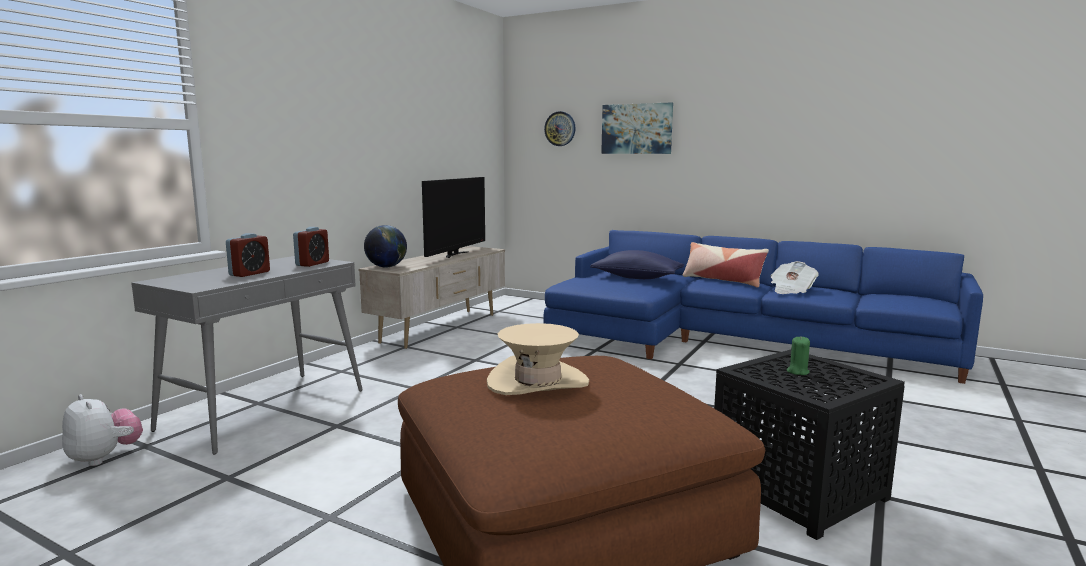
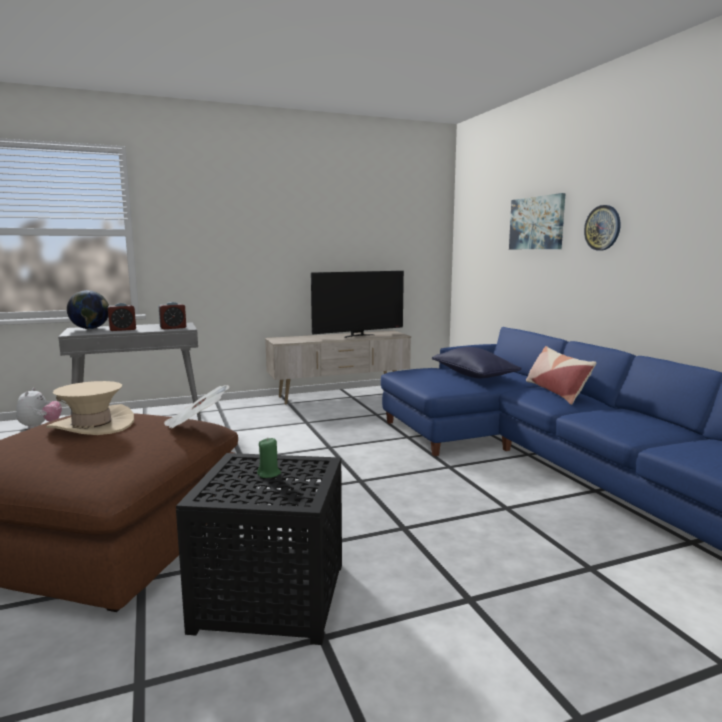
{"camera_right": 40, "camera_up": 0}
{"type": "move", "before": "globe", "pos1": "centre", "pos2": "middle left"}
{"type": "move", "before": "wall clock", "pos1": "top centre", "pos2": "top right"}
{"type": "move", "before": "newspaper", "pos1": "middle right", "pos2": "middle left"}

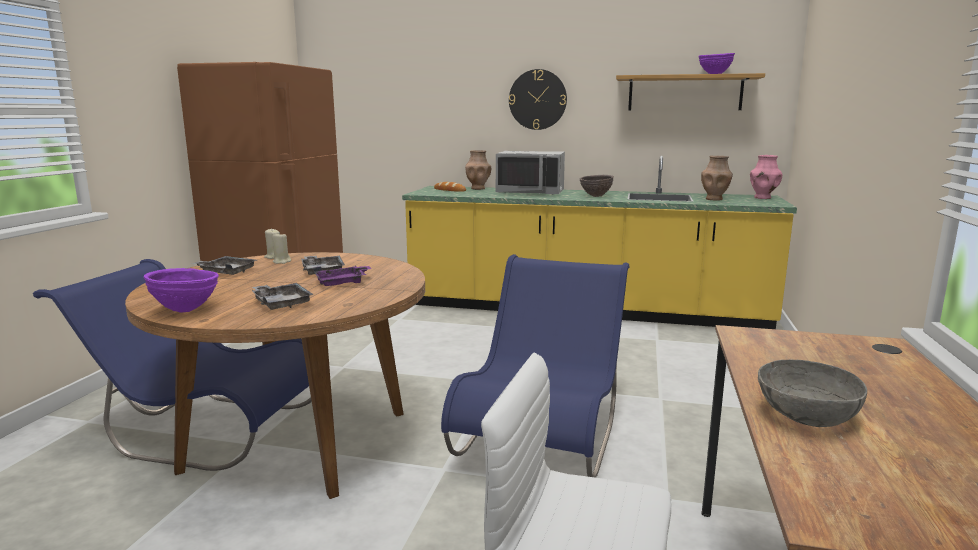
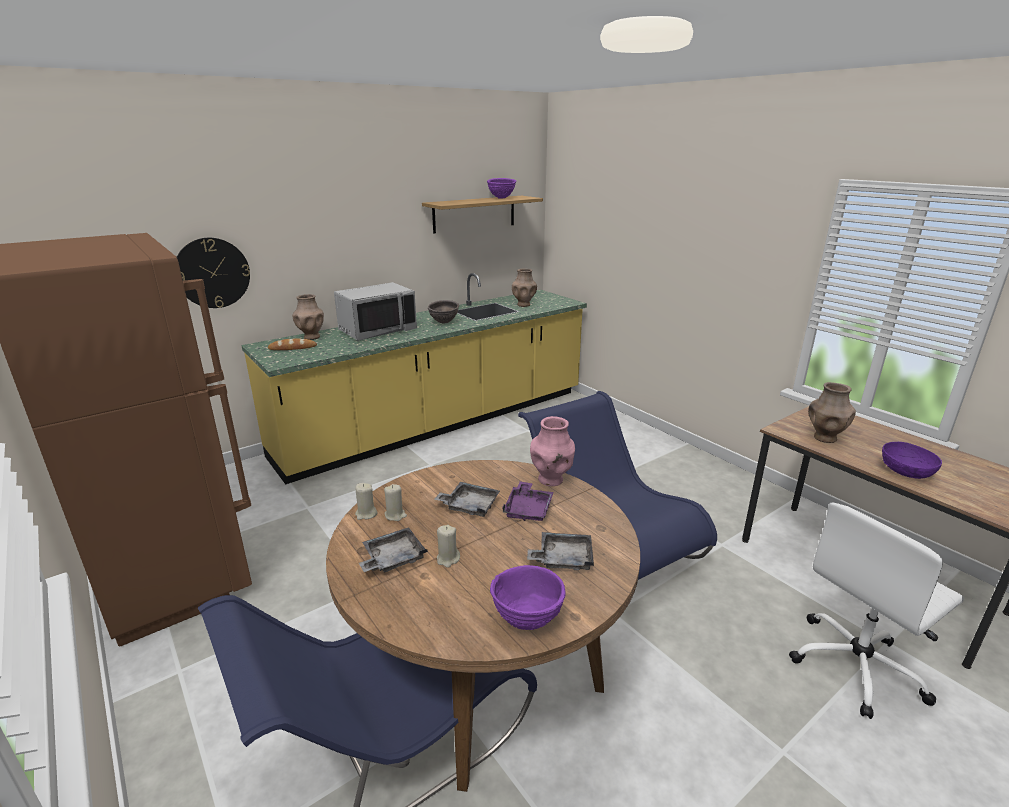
{"camera_right": -50, "camera_up": 10}
{"type": "insert", "after": "beige candle (3rd from left)", "pos2": "bottom centre"}
{"type": "insert", "after": "brown vase (3rd from left)", "pos2": "middle right"}
{"type": "move", "before": "wall clock", "pos1": "top centre", "pos2": "middle left"}
{"type": "move", "before": "pink vase", "pos1": "top right", "pos2": "centre"}
{"type": "recolor", "before": "grey bowl", "after": "purple bowl (3rd from left)", "pos1": "bottom right", "pos2": "middle right"}

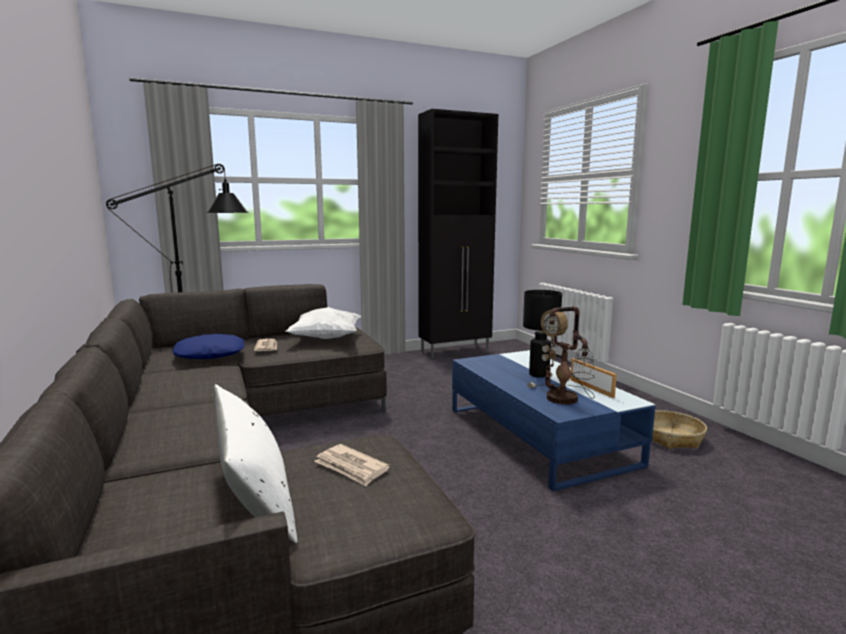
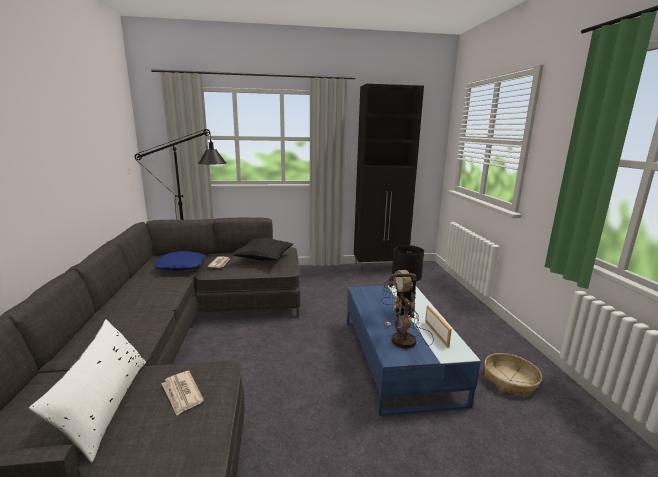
{"camera_right": 15, "camera_up": 5}
{"type": "recolor", "before": "white pillow (2nd from left)", "after": "black pillow", "pos1": "centre", "pos2": "centre"}

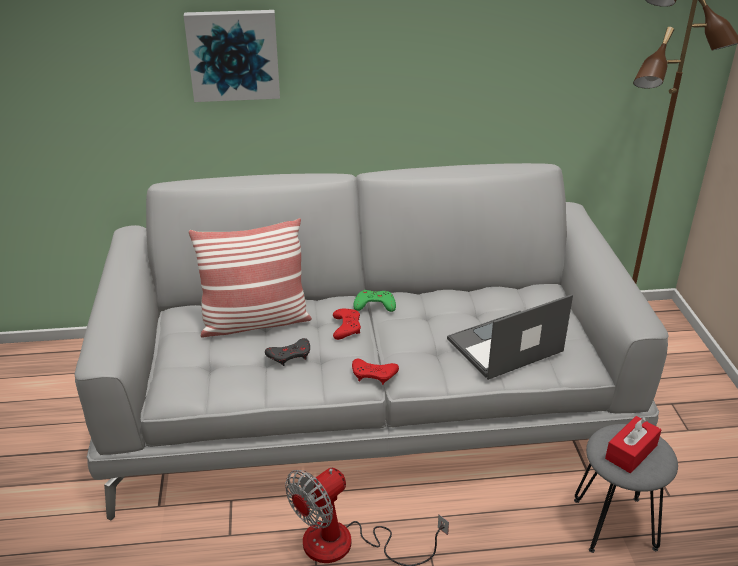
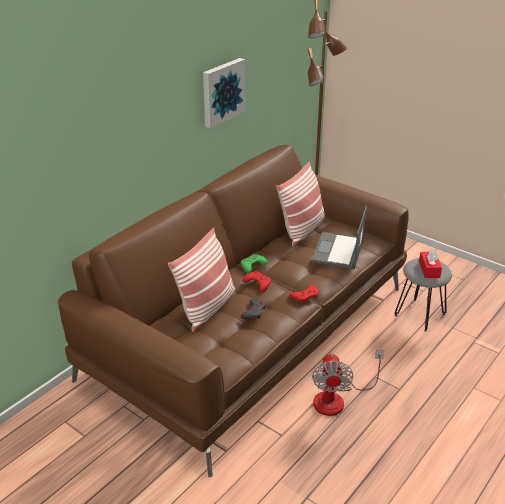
{"camera_right": -45, "camera_up": 0}
{"type": "insert", "after": "pillow (2nd from left)", "pos2": "centre"}
{"type": "move", "before": "picture", "pos1": "top left", "pos2": "top centre"}
{"type": "recolor", "before": "grey sofa", "after": "brown sofa", "pos1": "centre", "pos2": "centre"}

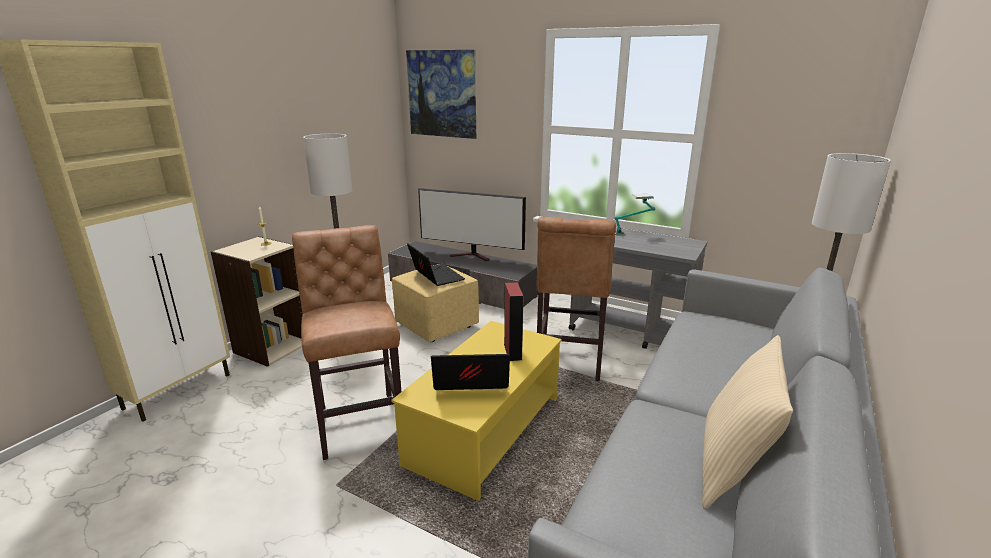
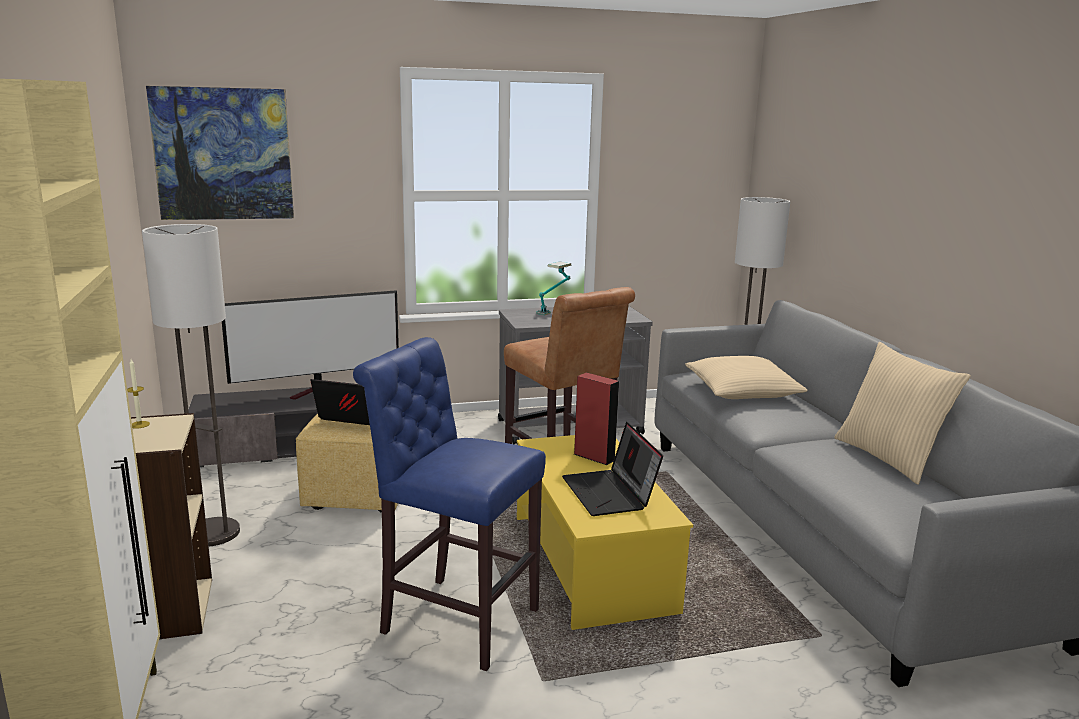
{"camera_right": -45, "camera_up": -5}
{"type": "insert", "after": "beige pillow (1st from left)", "pos2": "middle right"}
{"type": "recolor", "before": "brown stool (1st from left)", "after": "blue stool", "pos1": "centre", "pos2": "bottom centre"}
{"type": "rotate", "before": "laptop (2nd from left)", "pos1": "bottom centre", "pos2": "centre", "turn": -60}

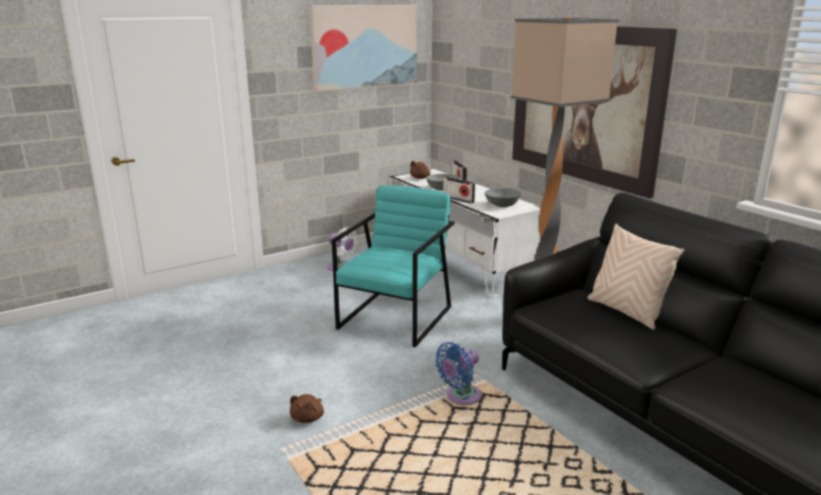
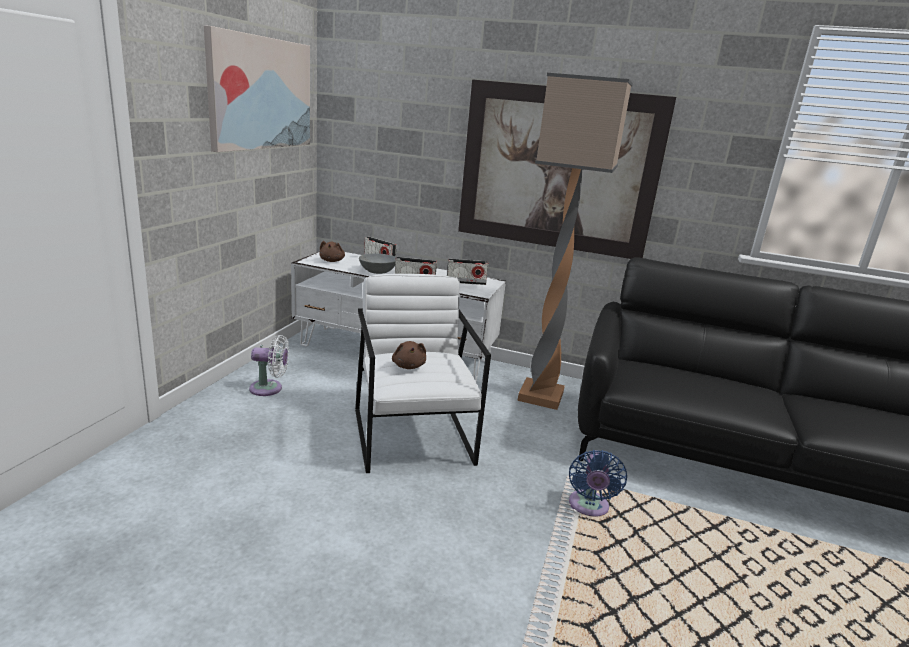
{"camera_right": -40, "camera_up": 0}
{"type": "delete", "before": "beige pillow", "pos1": "middle right"}
{"type": "move", "before": "brown plush toy (1st from left in the first image)", "after": "brown plush toy (2nd from left)", "pos1": "bottom centre", "pos2": "centre"}
{"type": "replace", "before": "grey bowl (2nd from left)", "after": "radio (3rd from left)", "pos1": "centre", "pos2": "centre"}
{"type": "recolor", "before": "turquoise armchair", "after": "white armchair", "pos1": "centre", "pos2": "centre"}

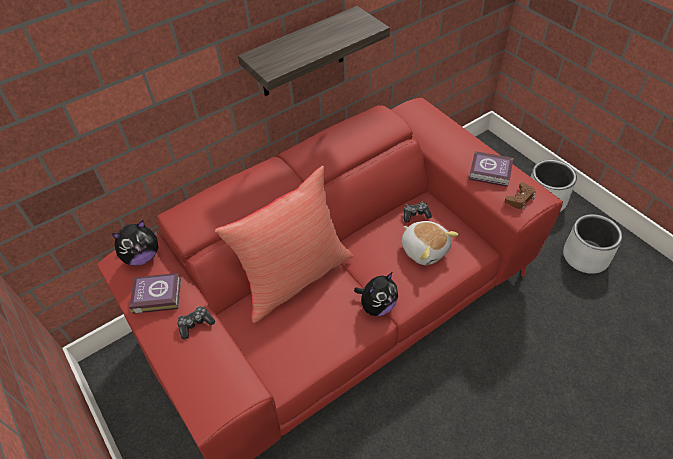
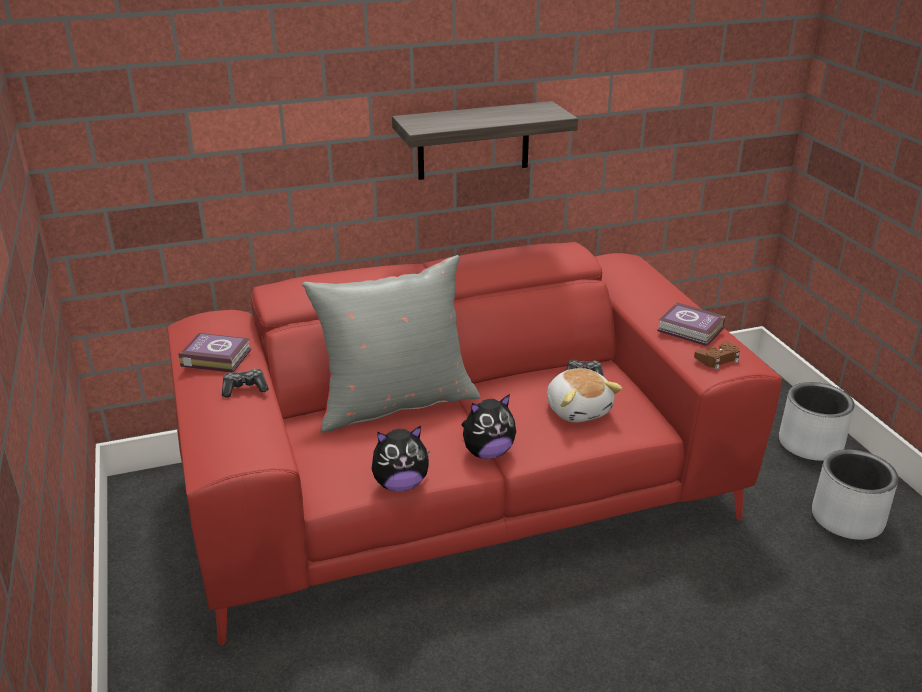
{"camera_right": 15, "camera_up": -20}
{"type": "move", "before": "plush toy (1st from left)", "pos1": "middle left", "pos2": "centre"}
{"type": "recolor", "before": "red pillow", "after": "grey pillow", "pos1": "centre", "pos2": "centre"}

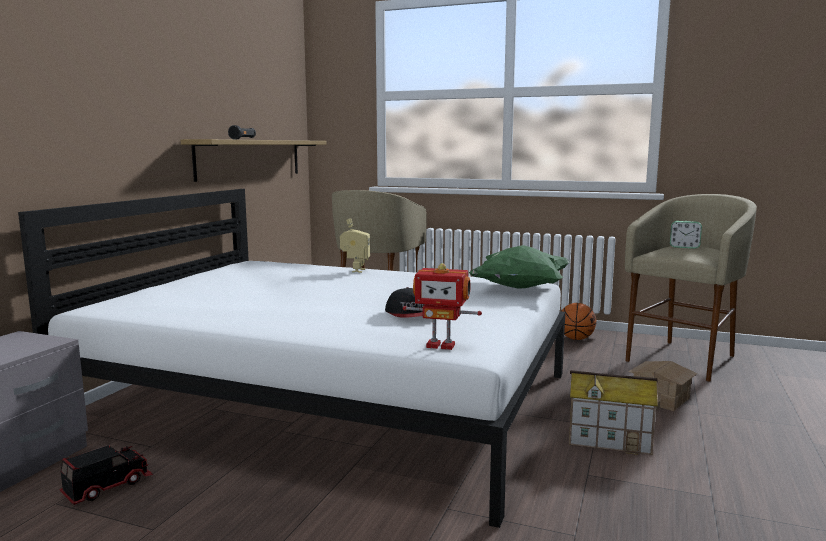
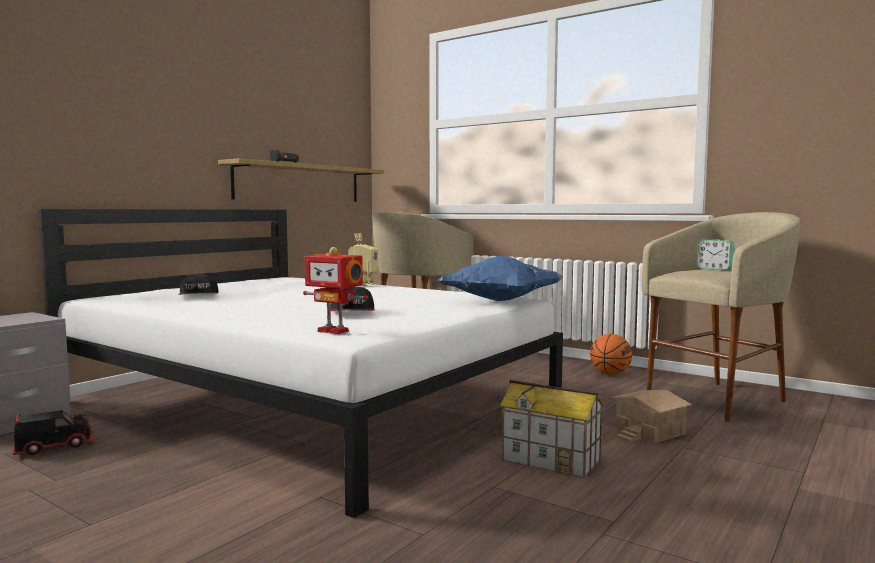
{"camera_right": 15, "camera_up": -5}
{"type": "insert", "after": "cap (1st from left)", "pos2": "middle left"}
{"type": "recolor", "before": "green pillow", "after": "blue pillow", "pos1": "centre", "pos2": "centre"}

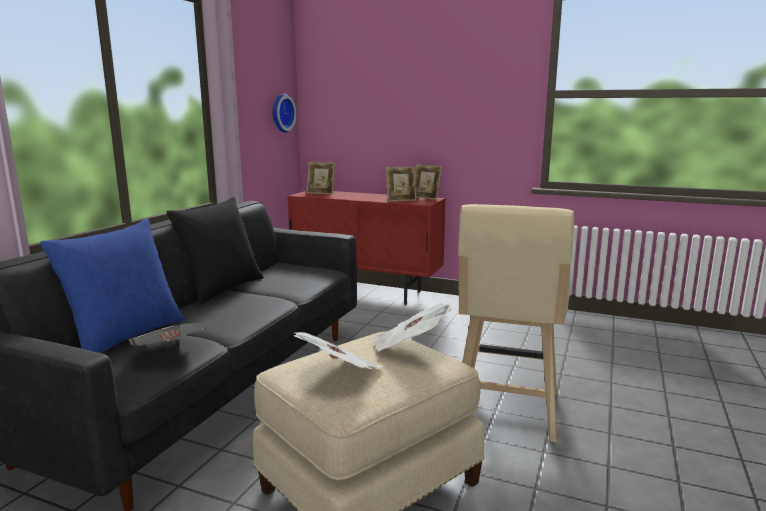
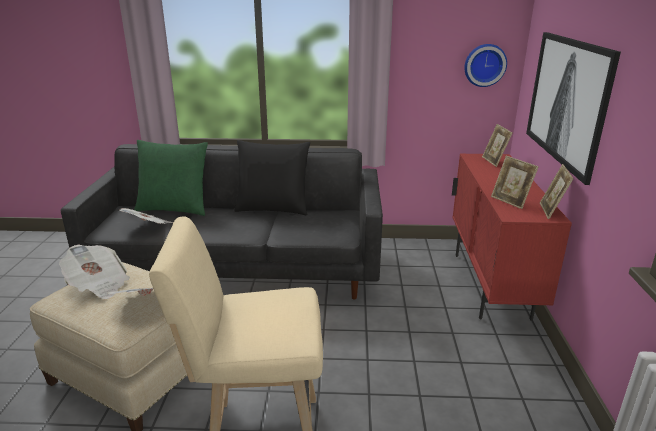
{"camera_right": 70, "camera_up": 10}
{"type": "insert", "after": "picture", "pos2": "top right"}
{"type": "recolor", "before": "blue pillow", "after": "green pillow", "pos1": "middle left", "pos2": "middle left"}

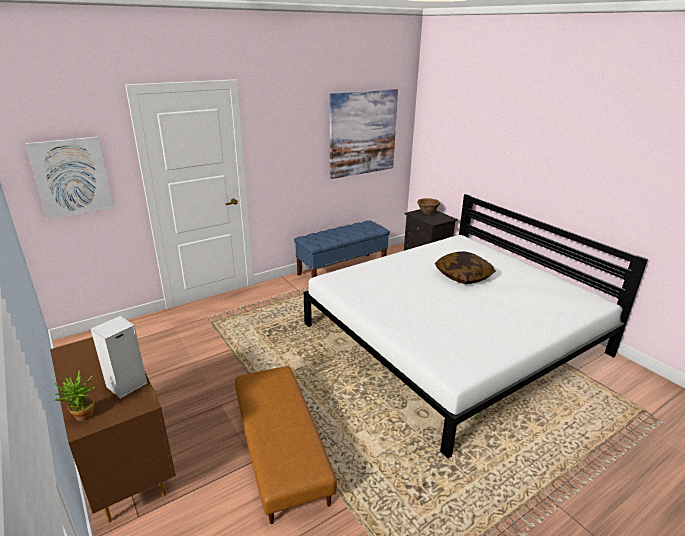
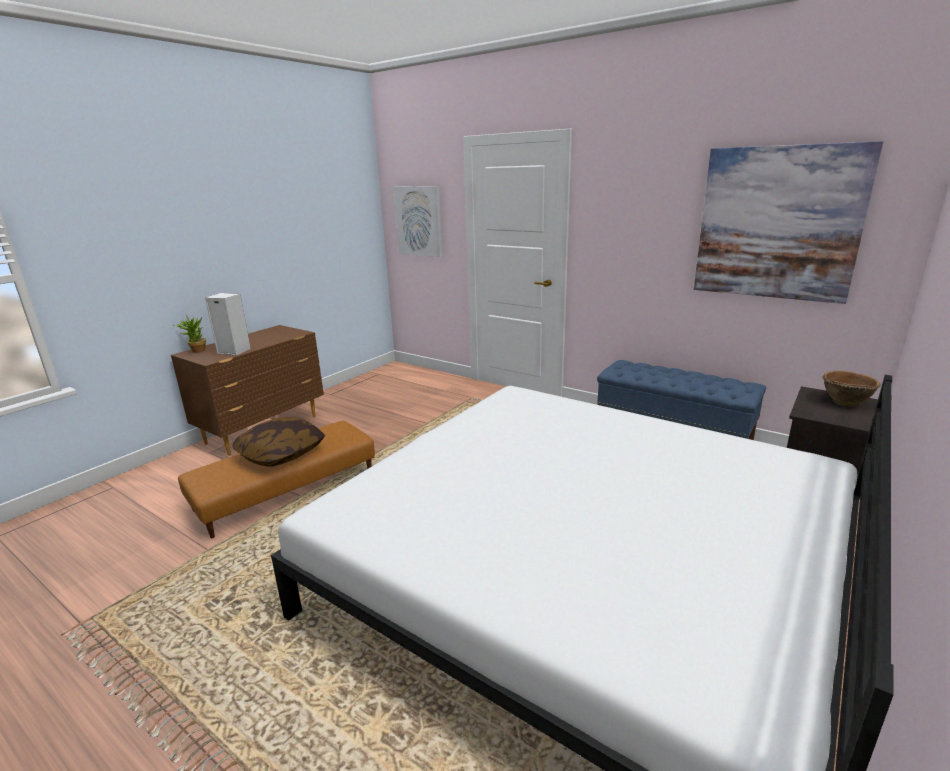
{"camera_right": 70, "camera_up": -5}
{"type": "move", "before": "pillow", "pos1": "middle right", "pos2": "middle left"}

